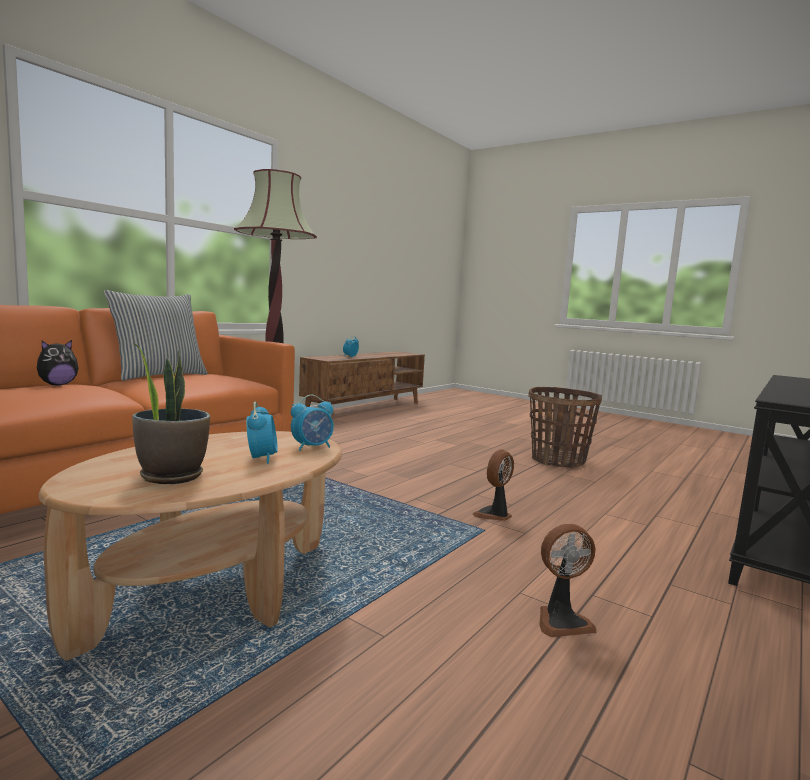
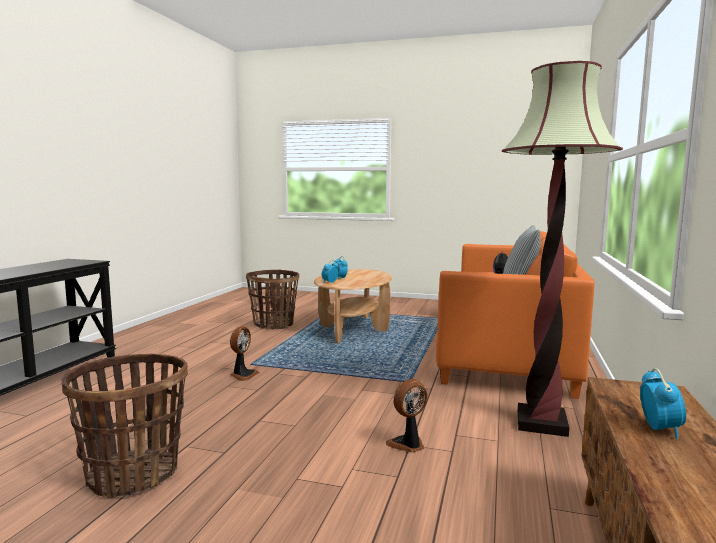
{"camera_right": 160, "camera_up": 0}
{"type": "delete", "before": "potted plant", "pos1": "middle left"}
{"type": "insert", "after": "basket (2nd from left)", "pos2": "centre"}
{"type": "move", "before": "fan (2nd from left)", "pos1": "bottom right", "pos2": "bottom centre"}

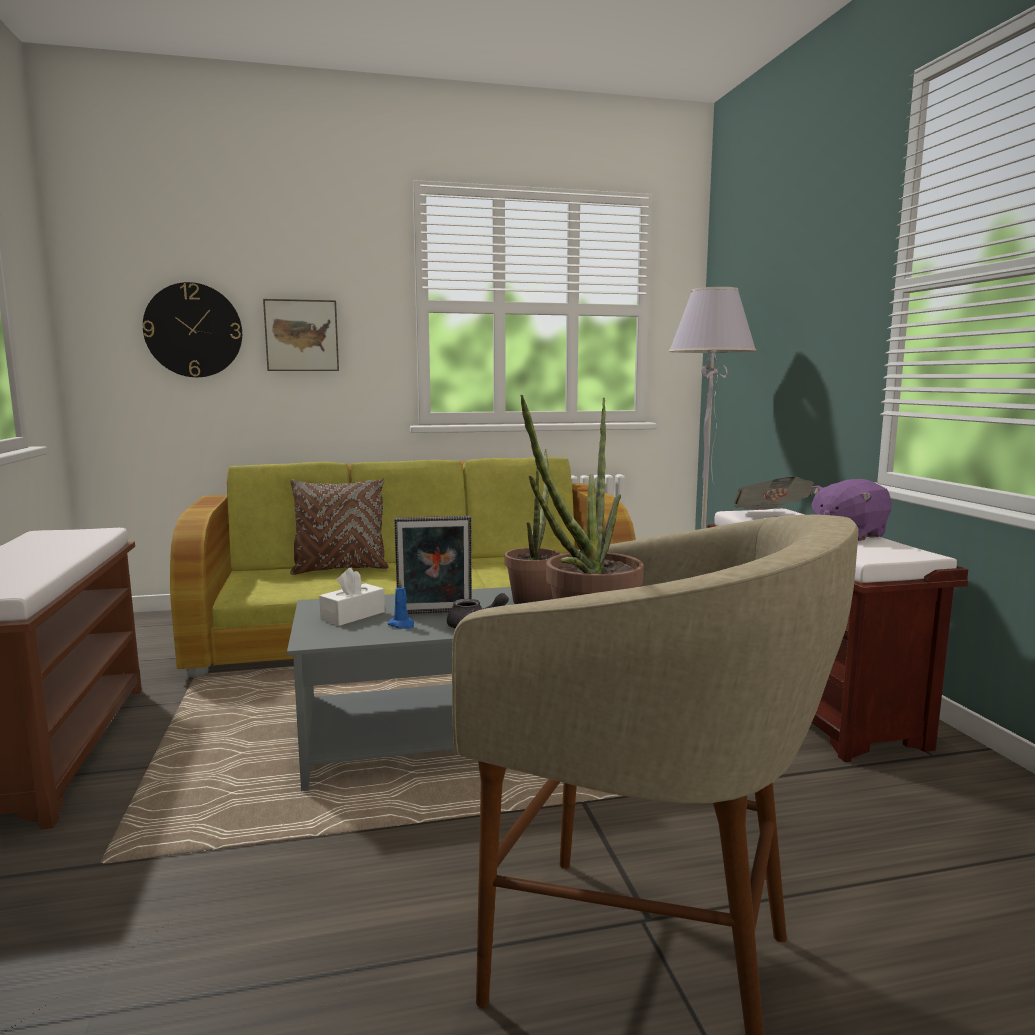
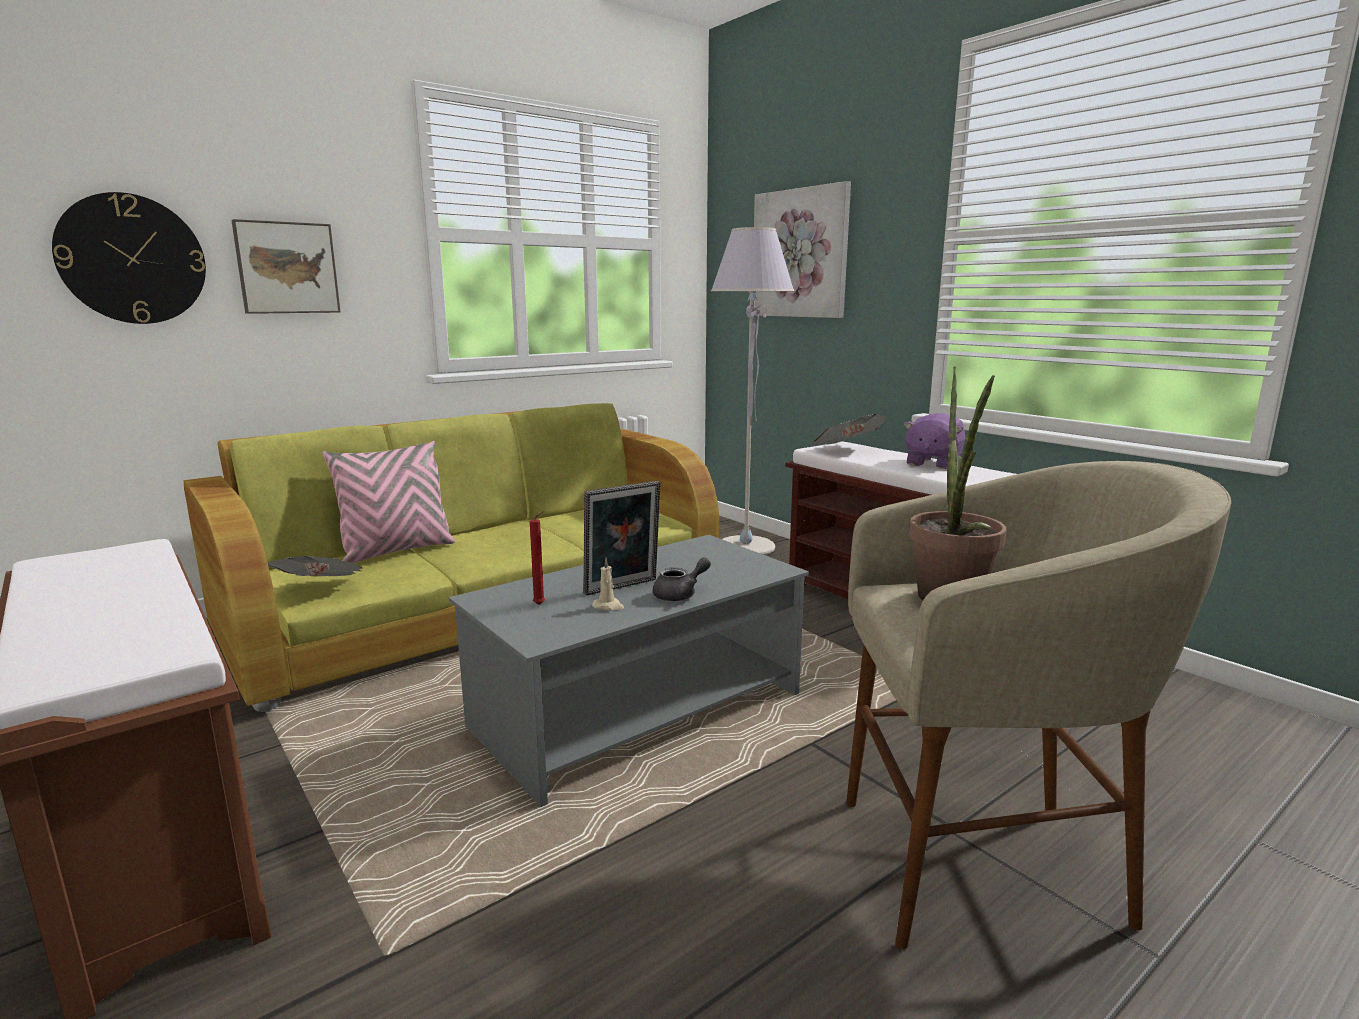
{"camera_right": -25, "camera_up": 5}
{"type": "delete", "before": "potted plant (1st from left)", "pos1": "centre"}
{"type": "insert", "after": "newspaper (1st from left)", "pos2": "middle left"}
{"type": "insert", "after": "picture (2nd from left)", "pos2": "top centre"}
{"type": "replace", "before": "white tissue box", "after": "red candle", "pos1": "centre", "pos2": "centre"}
{"type": "recolor", "before": "brown pillow", "after": "pink pillow", "pos1": "middle left", "pos2": "middle left"}
{"type": "recolor", "before": "blue candle", "after": "beige candle", "pos1": "centre", "pos2": "centre"}

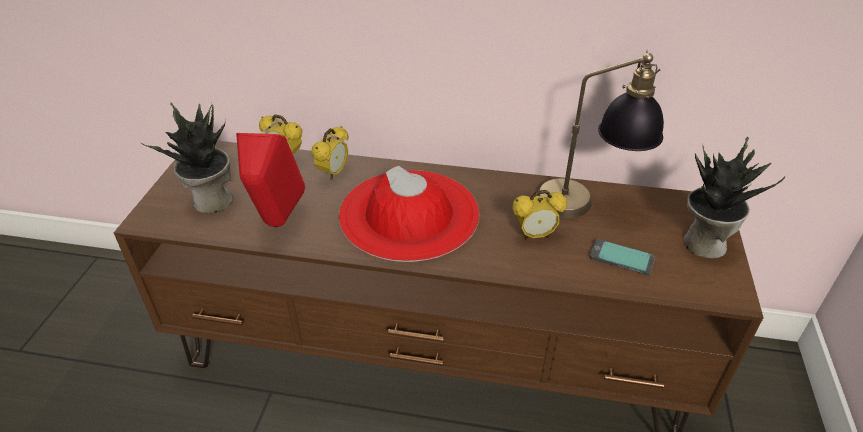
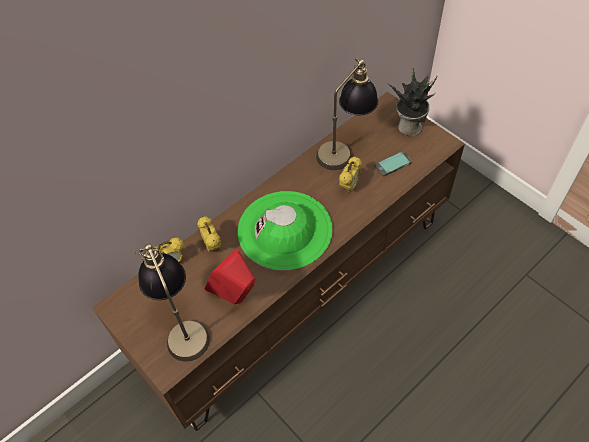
{"camera_right": -50, "camera_up": 15}
{"type": "replace", "before": "potted plant (1st from left)", "after": "table lamp (1st from left)", "pos1": "middle left", "pos2": "bottom left"}
{"type": "recolor", "before": "red hat", "after": "green hat", "pos1": "centre", "pos2": "centre"}

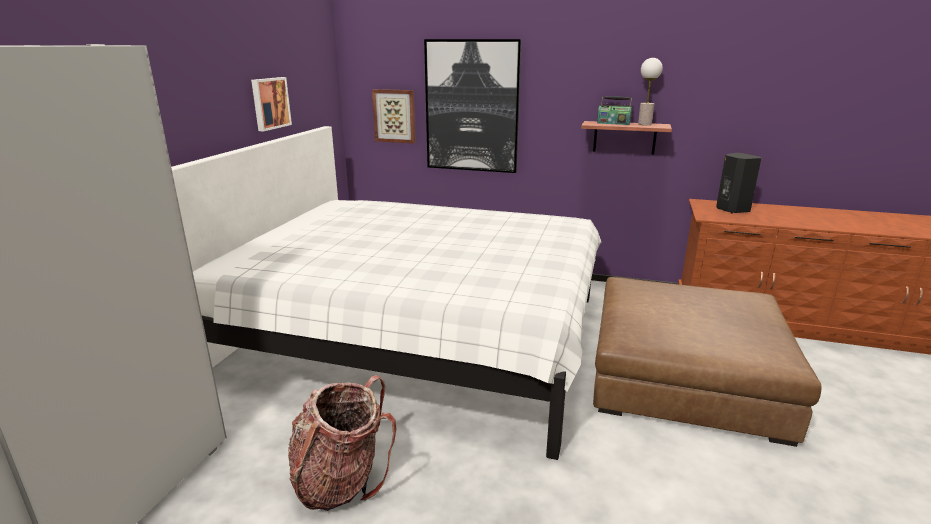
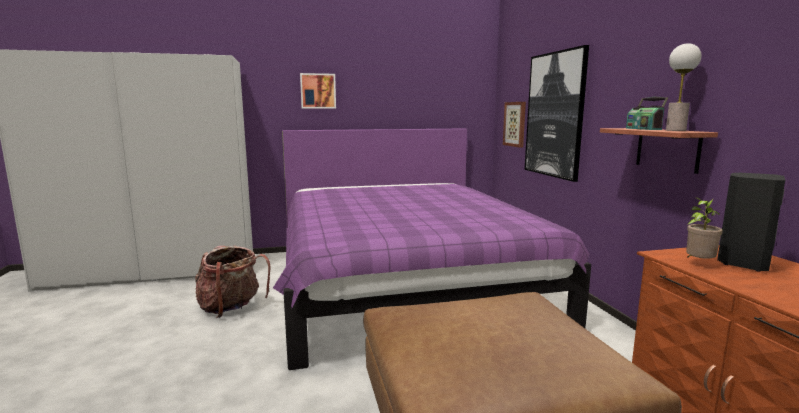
{"camera_right": 60, "camera_up": -10}
{"type": "insert", "after": "potted plant", "pos2": "middle right"}
{"type": "move", "before": "picture (1st from left)", "pos1": "top left", "pos2": "top centre"}
{"type": "recolor", "before": "white bed", "after": "purple bed", "pos1": "centre", "pos2": "centre"}

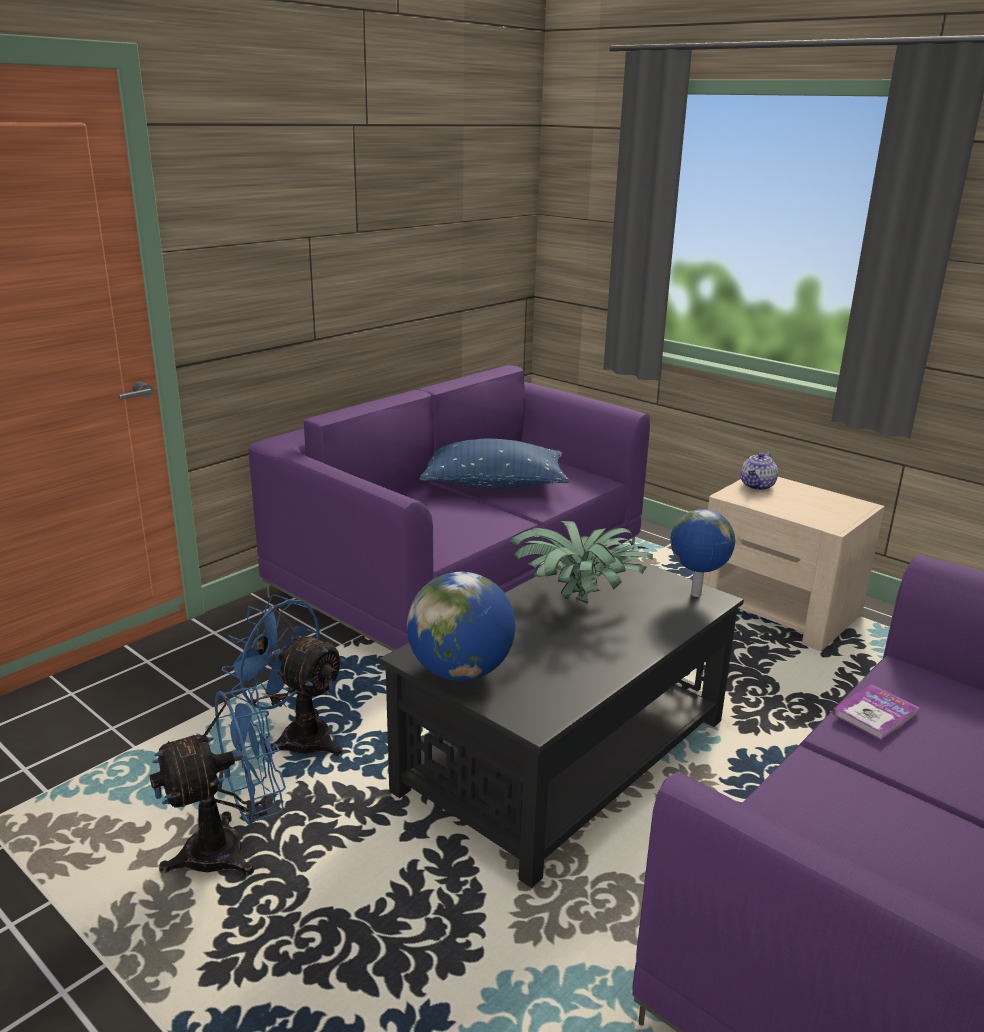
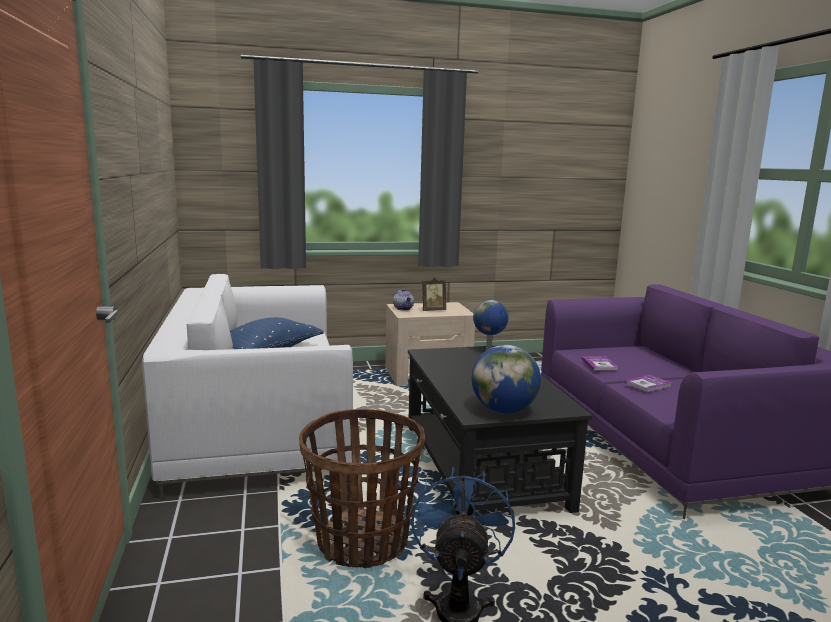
{"camera_right": -55, "camera_up": -10}
{"type": "delete", "before": "potted plant", "pos1": "centre"}
{"type": "insert", "after": "picture frame", "pos2": "centre"}
{"type": "insert", "after": "book (2nd from left)", "pos2": "middle right"}
{"type": "replace", "before": "blue fan (2nd from left)", "after": "basket", "pos1": "middle left", "pos2": "bottom centre"}
{"type": "recolor", "before": "purple sofa (1st from left)", "after": "white sofa", "pos1": "centre", "pos2": "middle left"}

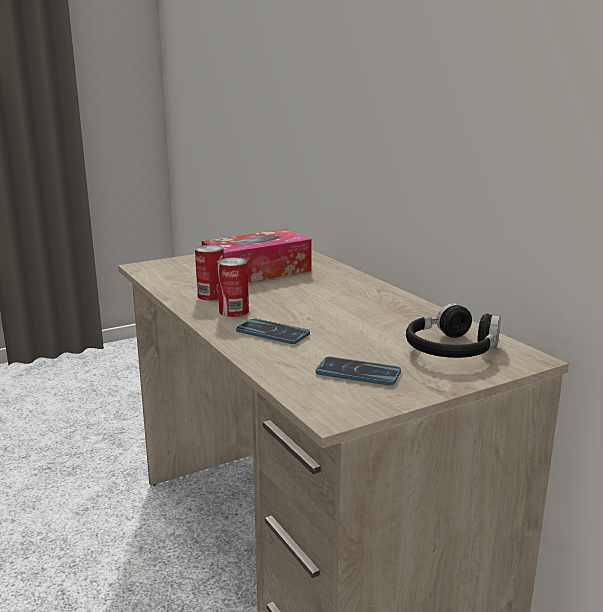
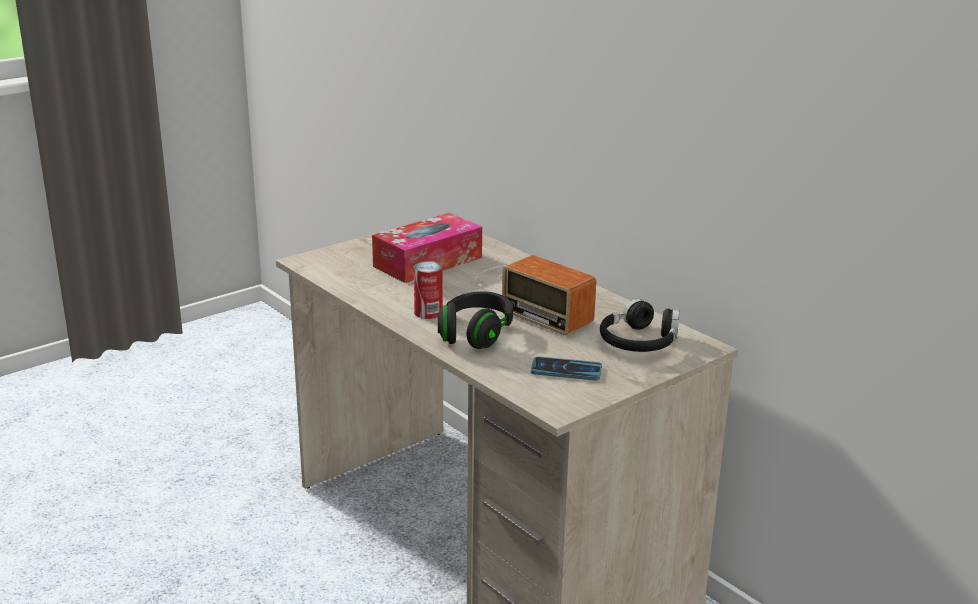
{"camera_right": -10, "camera_up": 5}
{"type": "delete", "before": "can (1st from left)", "pos1": "centre"}
{"type": "insert", "after": "radio", "pos2": "centre"}
{"type": "replace", "before": "phone (1st from left)", "after": "black headphones (1st from left)", "pos1": "centre", "pos2": "centre"}

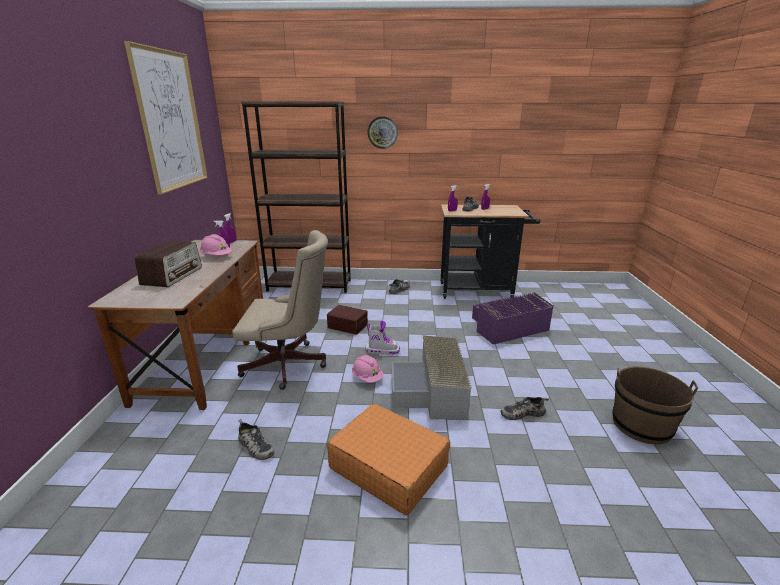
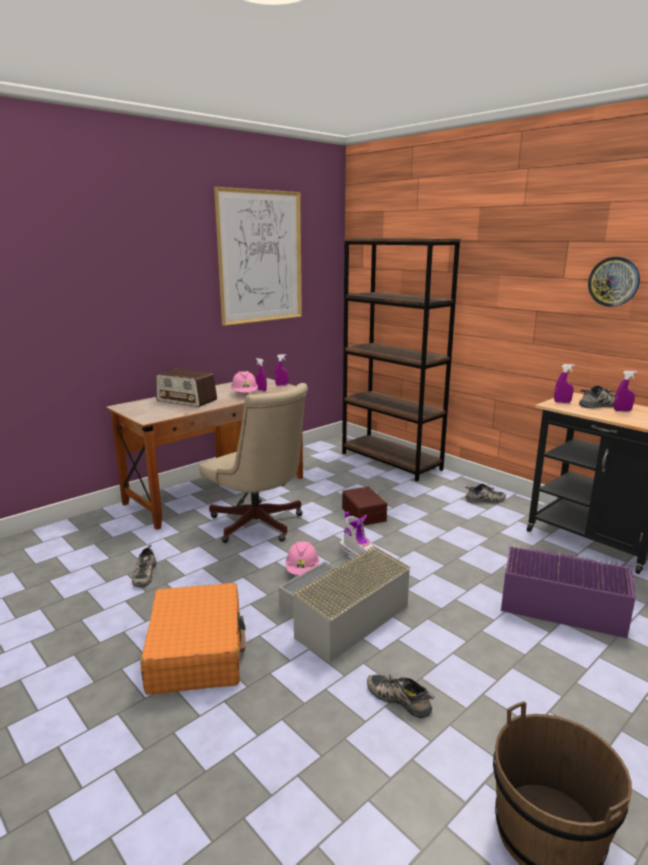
{"camera_right": 45, "camera_up": -5}
{"type": "move", "before": "wall clock", "pos1": "top centre", "pos2": "top right"}
{"type": "rotate", "before": "radio", "pos1": "middle left", "pos2": "middle left", "turn": 60}

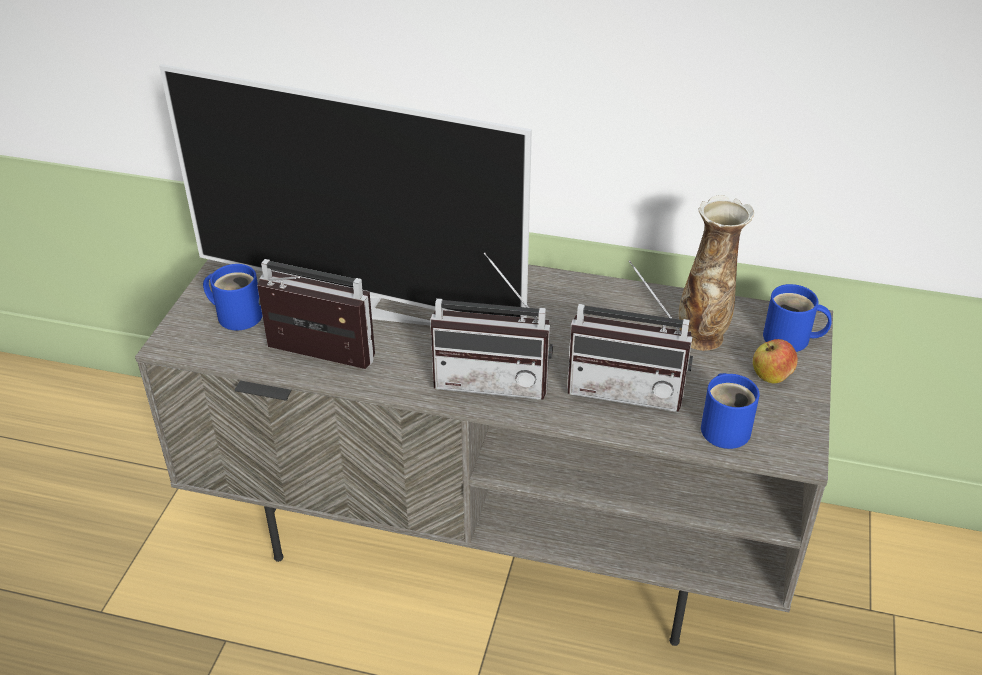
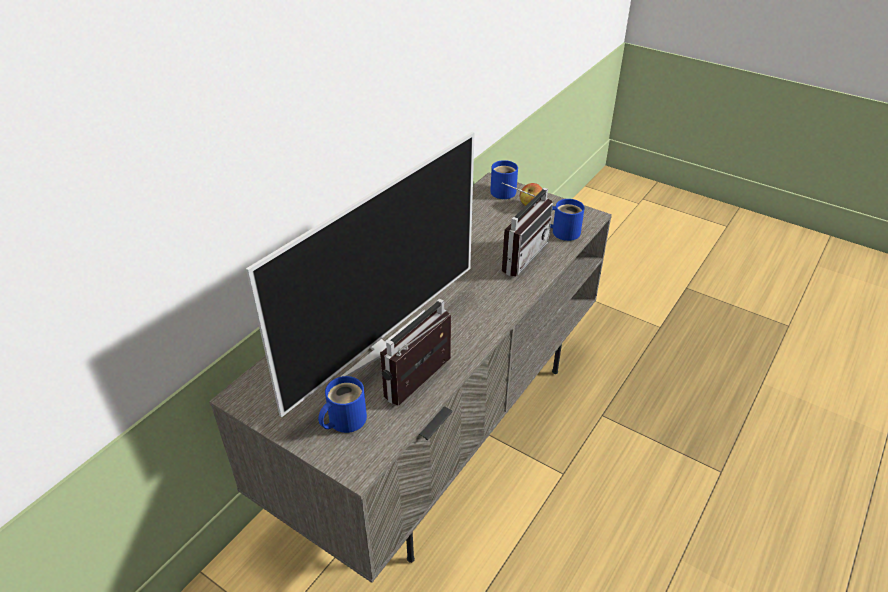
{"camera_right": -70, "camera_up": 0}
{"type": "delete", "before": "radio (2nd from left)", "pos1": "centre"}
{"type": "delete", "before": "vase", "pos1": "middle right"}

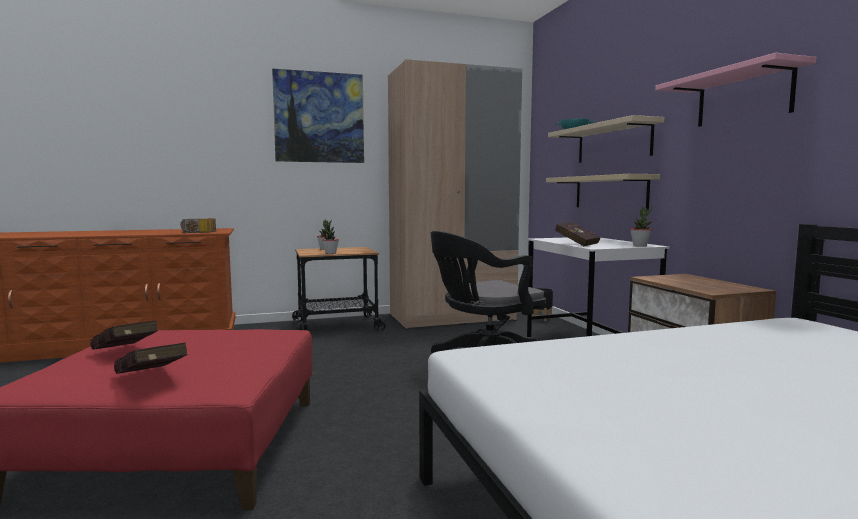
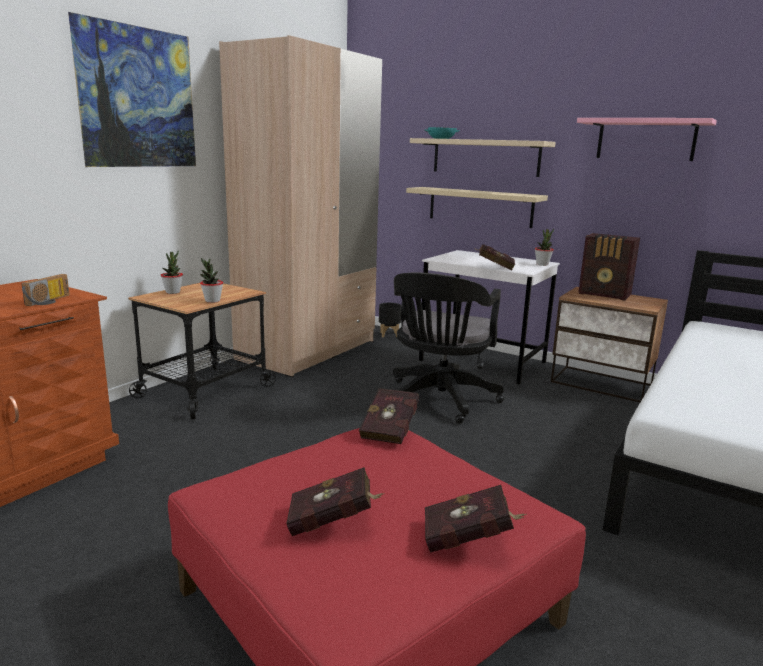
{"camera_right": -40, "camera_up": 10}
{"type": "insert", "after": "red book (2nd from left)", "pos2": "centre"}
{"type": "insert", "after": "radio (2nd from left)", "pos2": "middle right"}

